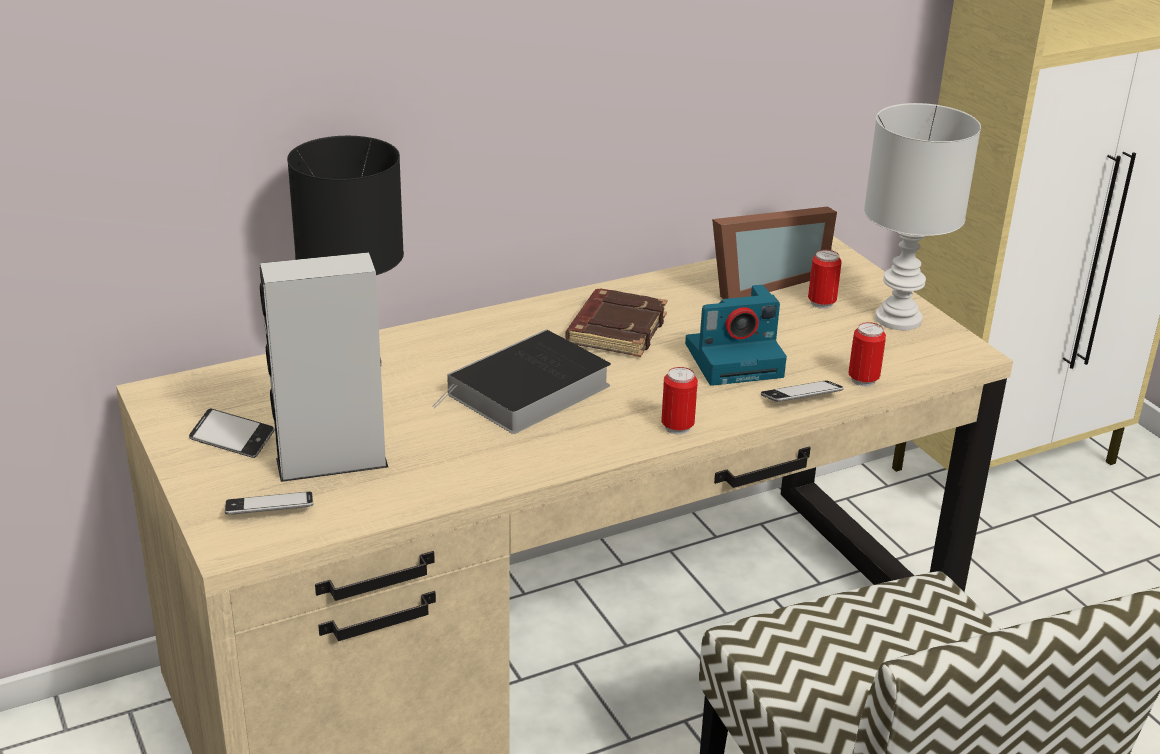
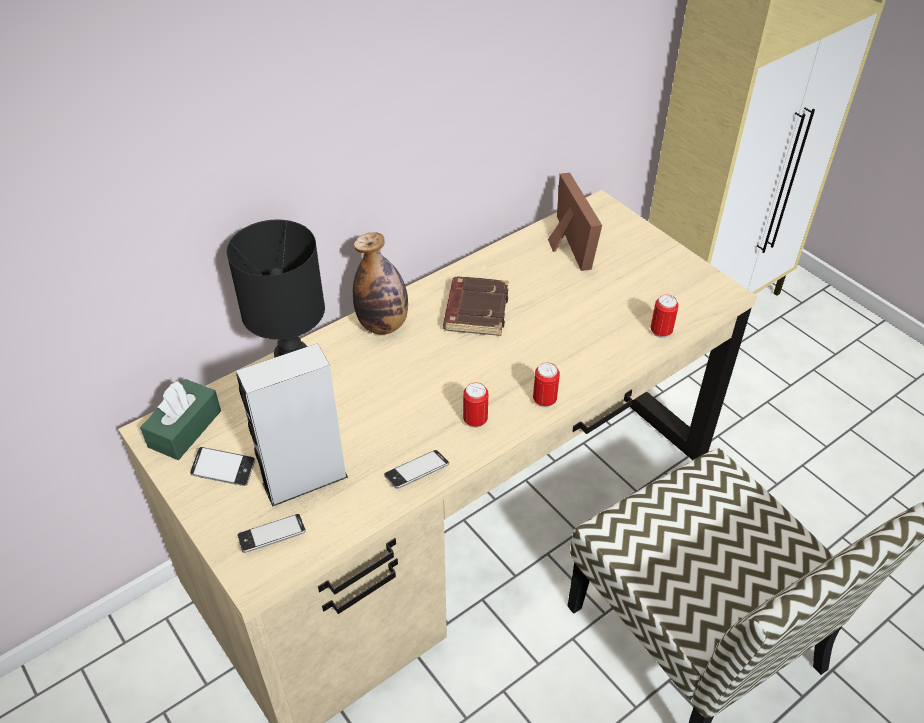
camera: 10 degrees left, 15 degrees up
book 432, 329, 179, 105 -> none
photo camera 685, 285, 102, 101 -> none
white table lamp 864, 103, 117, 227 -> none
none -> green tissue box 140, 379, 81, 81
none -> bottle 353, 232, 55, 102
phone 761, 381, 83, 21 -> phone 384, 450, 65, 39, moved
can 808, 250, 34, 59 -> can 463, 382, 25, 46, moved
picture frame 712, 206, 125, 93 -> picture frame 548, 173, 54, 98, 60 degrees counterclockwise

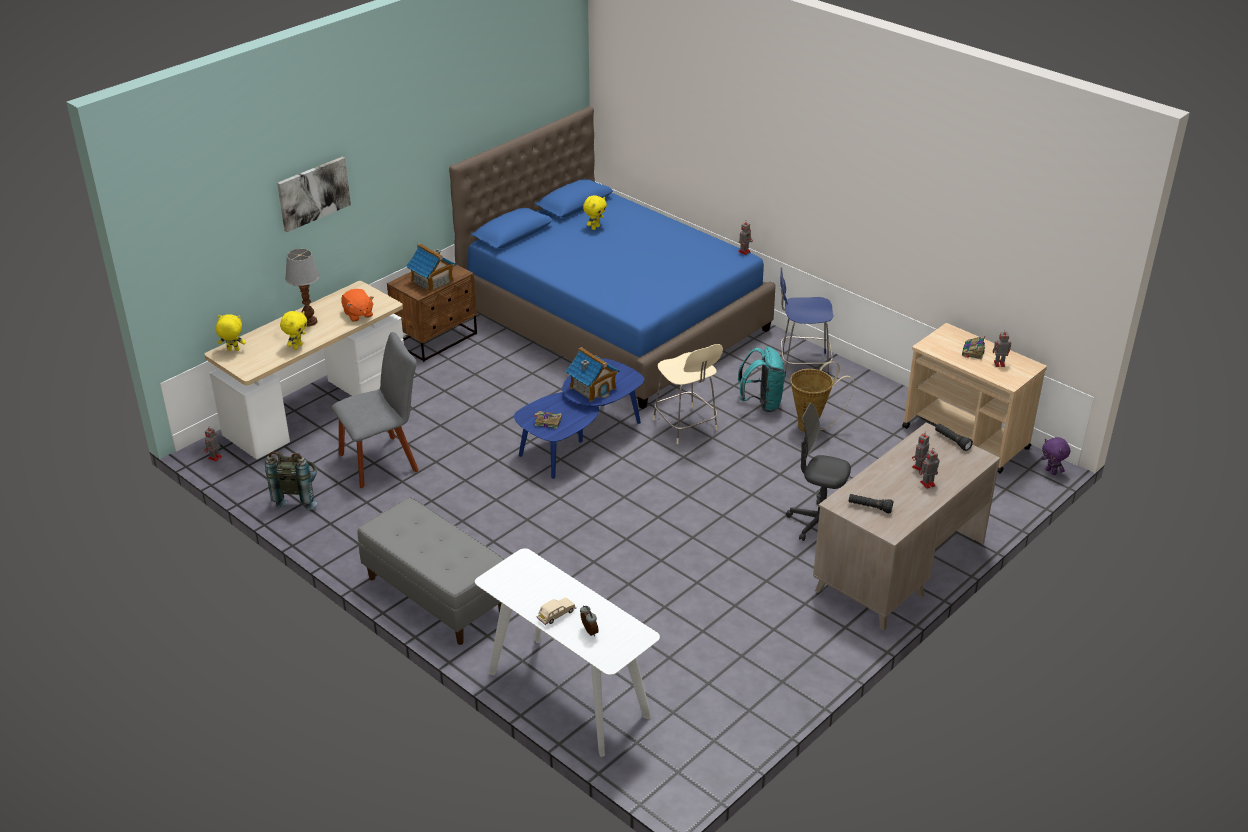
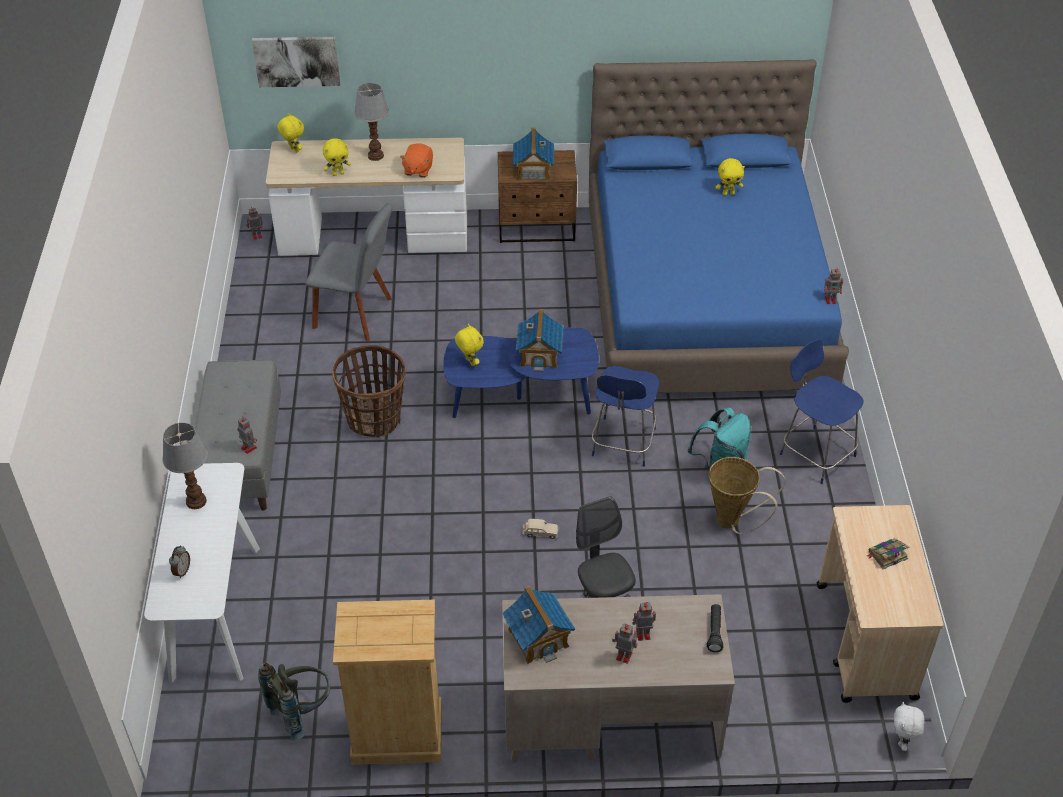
camera: 45 degrees right, 10 degrees up
none -> table lamp 162, 422, 46, 87
none -> basket 332, 345, 74, 93
none -> beige dresser 333, 600, 109, 165
grey backpack 265, 452, 52, 58 -> grey backpack 258, 663, 72, 78, moved
picture 277, 156, 74, 76 -> picture 252, 37, 88, 50, moved
beige toy car 536, 598, 40, 27 -> beige toy car 522, 519, 36, 20, moved
toy robot 993, 330, 18, 37 -> toy robot 237, 416, 20, 38, moved
book 534, 411, 28, 18 -> yellow plush toy 455, 324, 29, 42
black flashlight 849, 494, 44, 19 -> toy house 502, 586, 73, 78
beige chair 653, 344, 70, 100 -> blue chair 592, 366, 67, 100
purple plush toy 1041, 437, 29, 38 -> white plush toy 894, 701, 31, 50

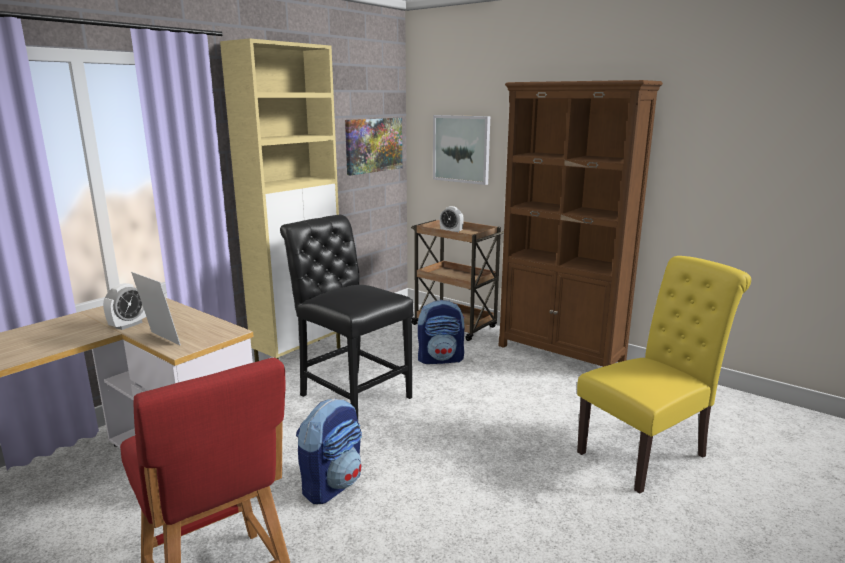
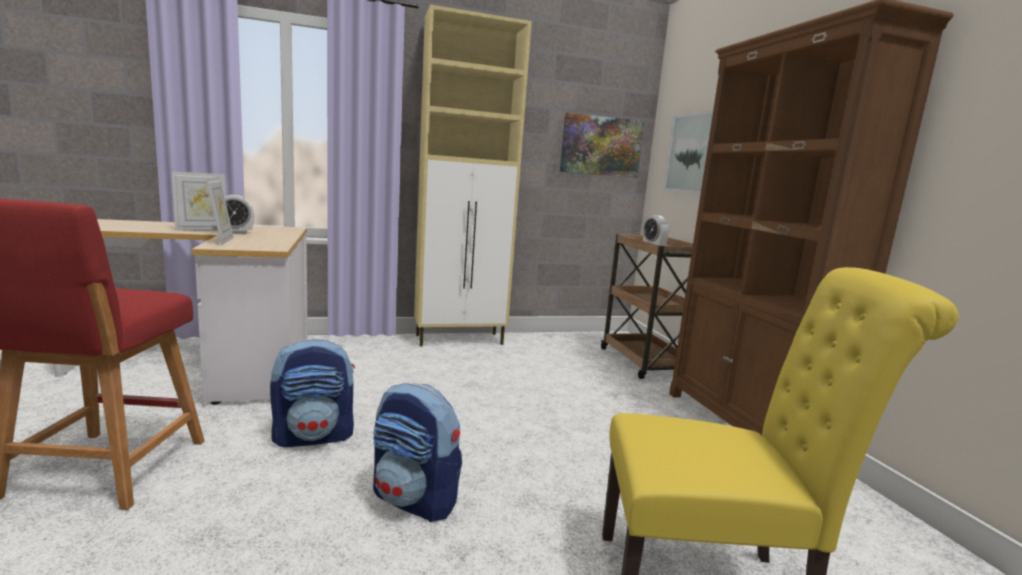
camera: 35 degrees right, 5 degrees down
black chair 280, 215, 134, 204 -> none
none -> picture frame 171, 171, 55, 59
backpack 418, 300, 47, 64 -> backpack 373, 383, 89, 139, moved

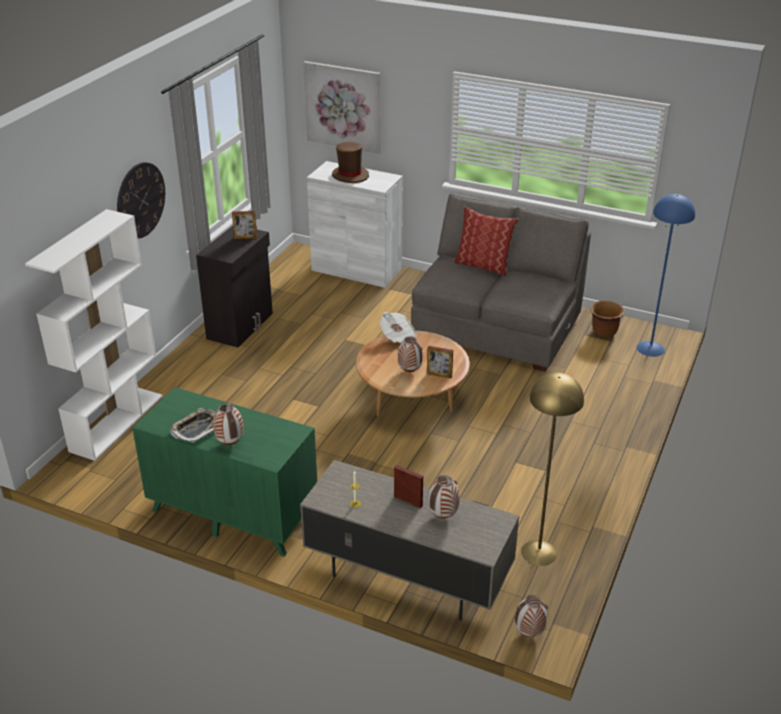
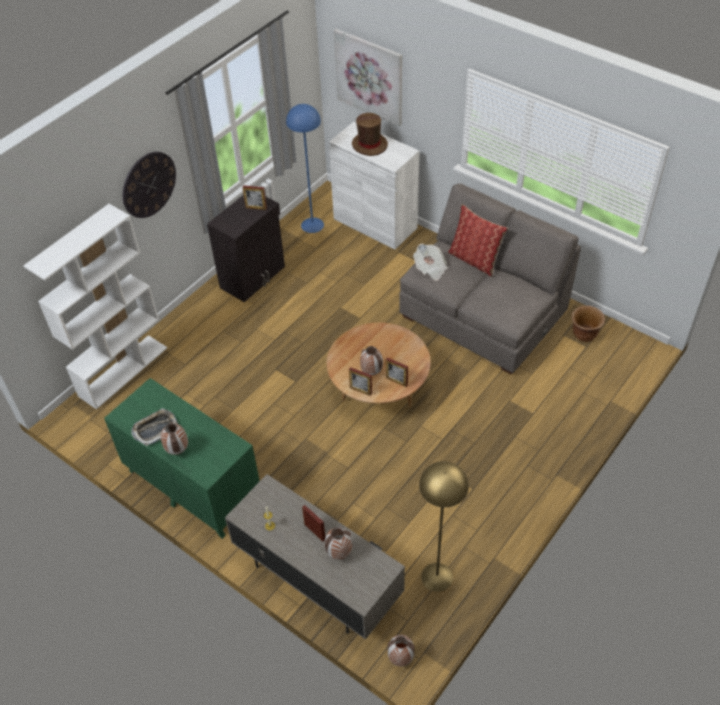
camera: 15 degrees right, 15 degrees up
none -> picture frame 349, 367, 23, 29
newspaper 379, 312, 39, 31 -> newspaper 413, 244, 35, 37, moved
blue floor lamp 637, 194, 58, 163 -> blue floor lamp 286, 104, 38, 129, moved

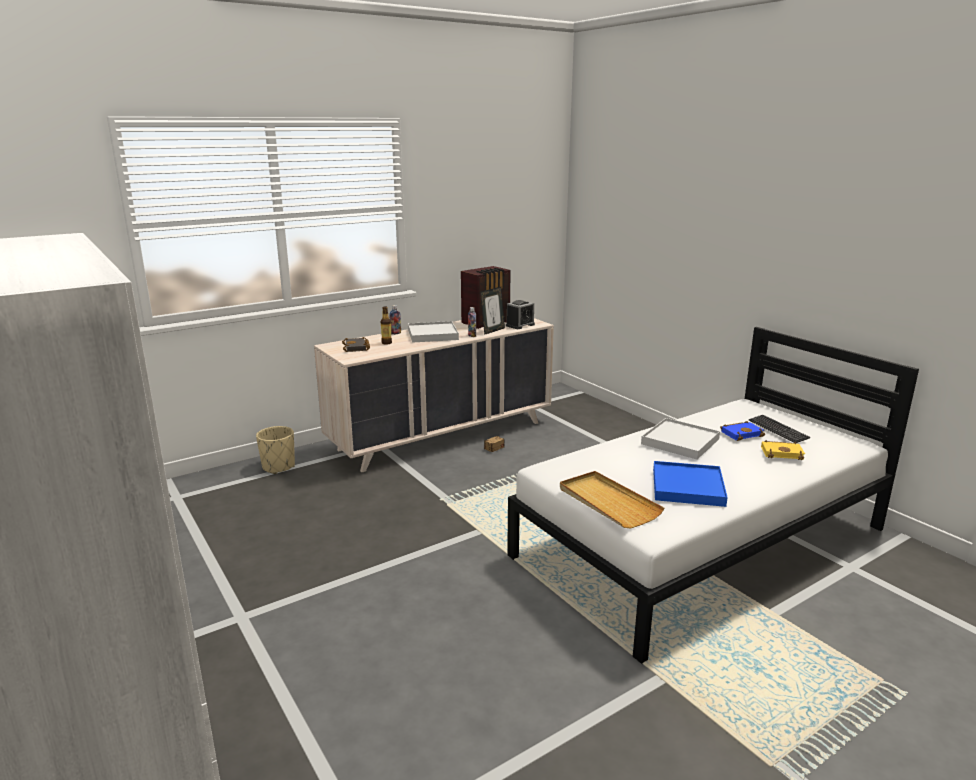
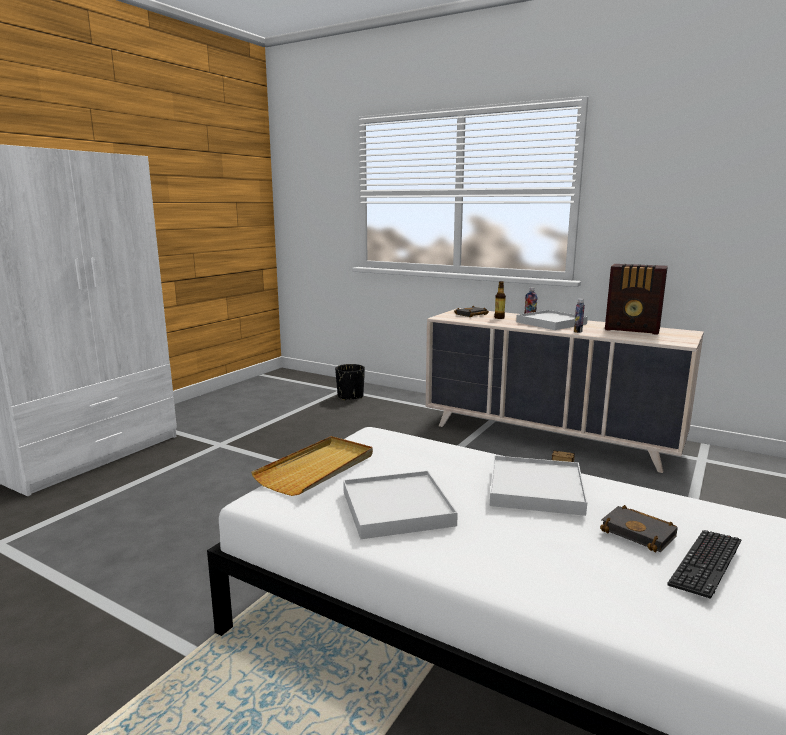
camera: 65 degrees right, 5 degrees down
beige planter 256, 426, 39, 48 -> none
picture frame 480, 287, 25, 48 -> none
alarm clock 506, 300, 29, 29 -> none
yellow book 761, 440, 44, 20 -> none
none -> black planter 335, 364, 30, 36
blue tray 653, 461, 75, 46 -> white tray 343, 471, 115, 68
blue book 720, 421, 45, 20 -> black book 600, 505, 78, 47

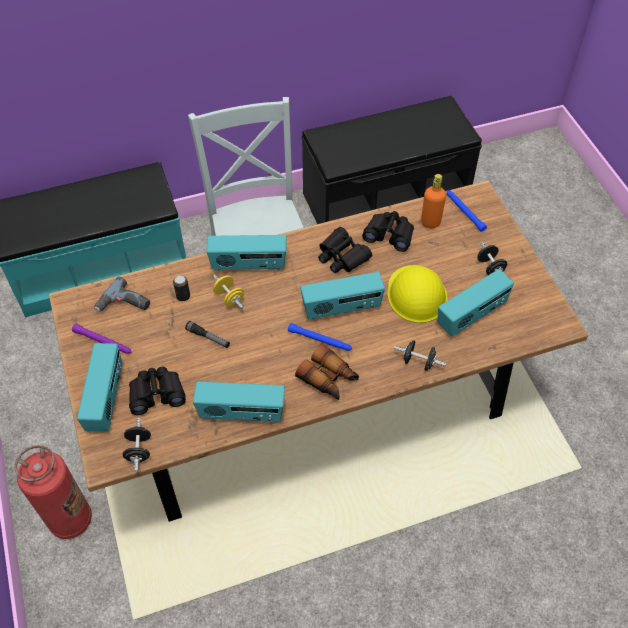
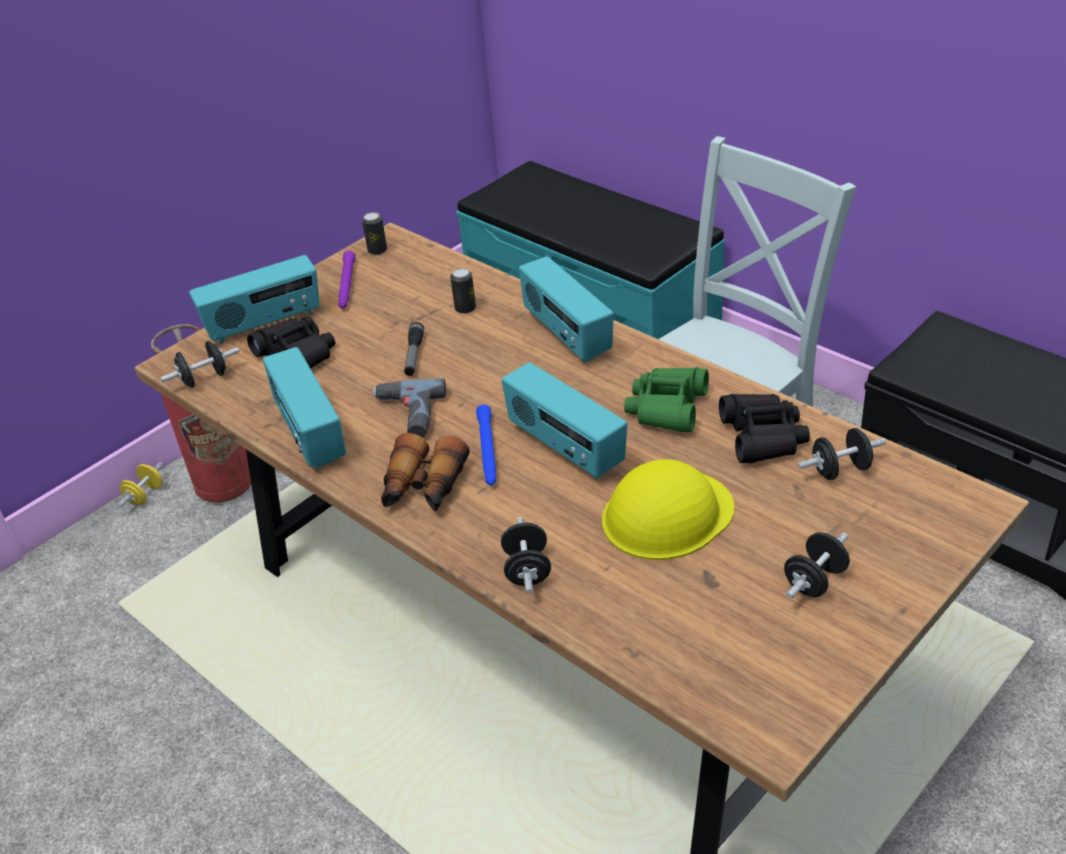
camera: 65 degrees right, 15 degrees down
radio 437, 269, 77, 68 -> none
blue flashlight 446, 190, 41, 42 -> none
none -> can 362, 212, 25, 43
power drill 95, 276, 55, 36 -> power drill 372, 378, 74, 60, moved
yellow dumbbell 213, 274, 31, 35 -> yellow dumbbell 118, 462, 45, 45, moved
orange bottle 421, 174, 25, 54 -> black dumbbell 798, 428, 88, 52
black binoculars 318, 227, 54, 46 -> green binoculars 624, 367, 85, 65

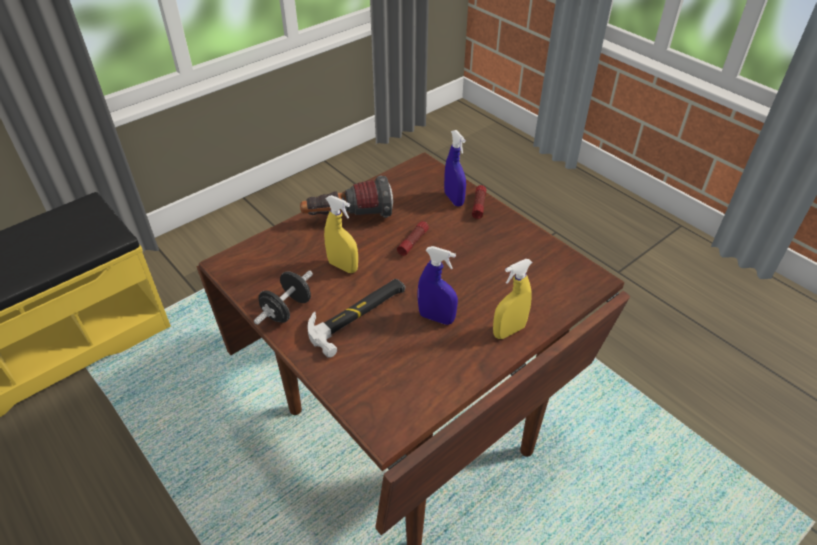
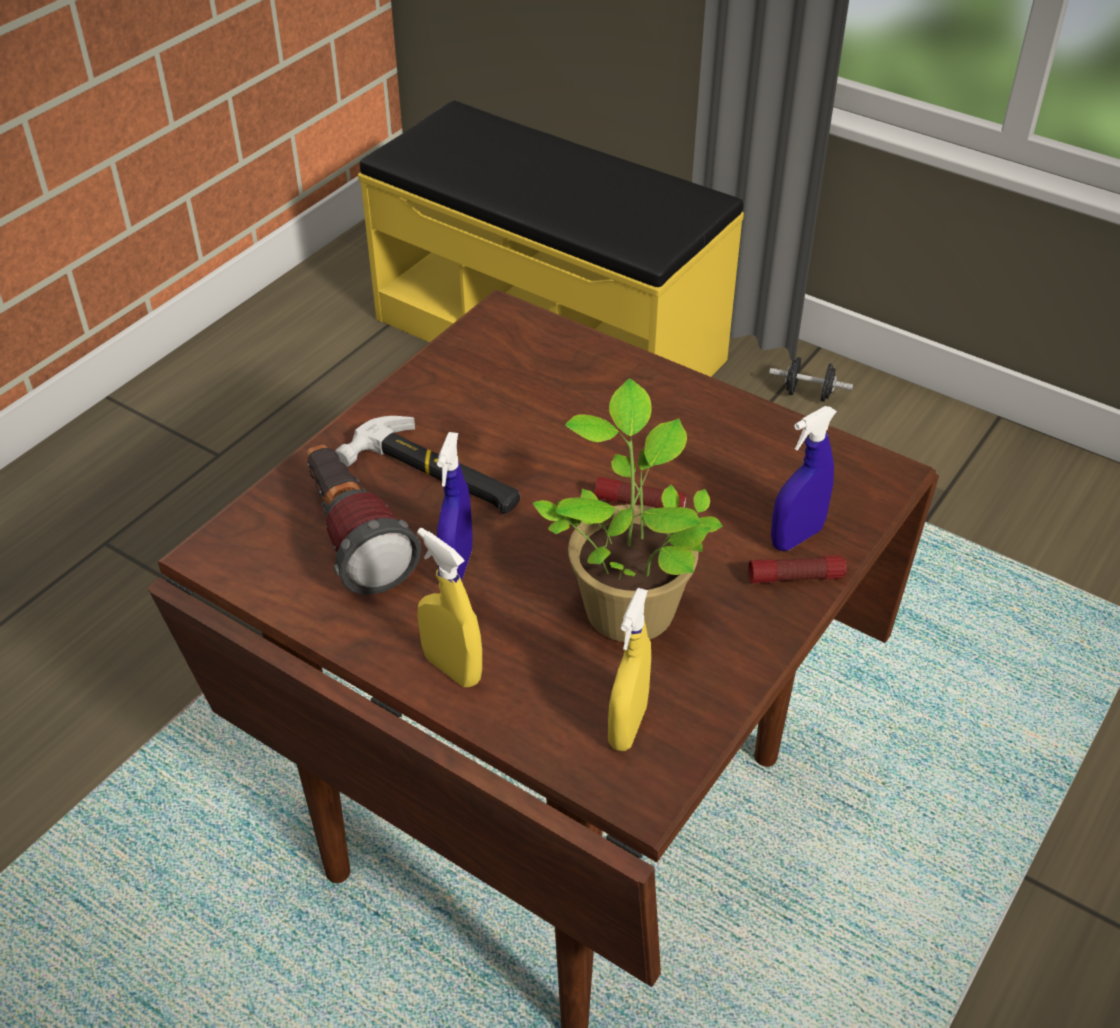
camera: 75 degrees right, 0 degrees up
none -> potted plant 533, 379, 190, 263
black dumbbell 254, 271, 59, 54 -> black dumbbell 769, 357, 84, 45, moved
flashlight 300, 176, 93, 42 -> flashlight 307, 444, 114, 150, moved
yellow spray bottle 324, 195, 34, 78 -> yellow spray bottle 608, 588, 43, 163, moved

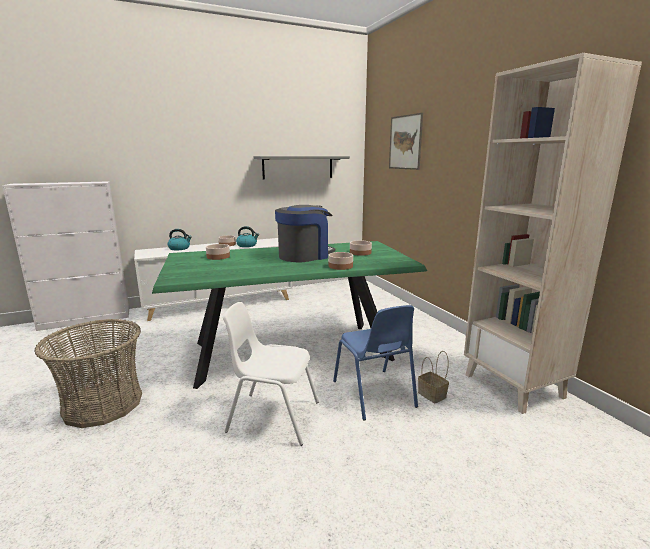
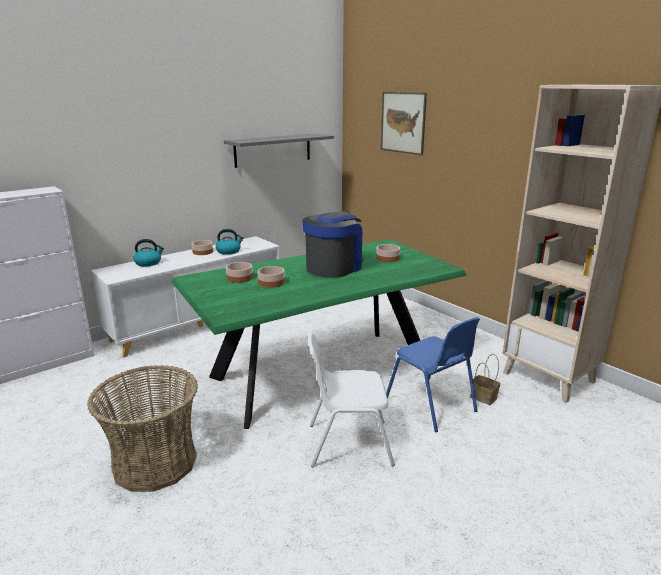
camera: 15 degrees left, 5 degrees up
bowl 328, 252, 25, 18 -> bowl 258, 266, 27, 21, moved

